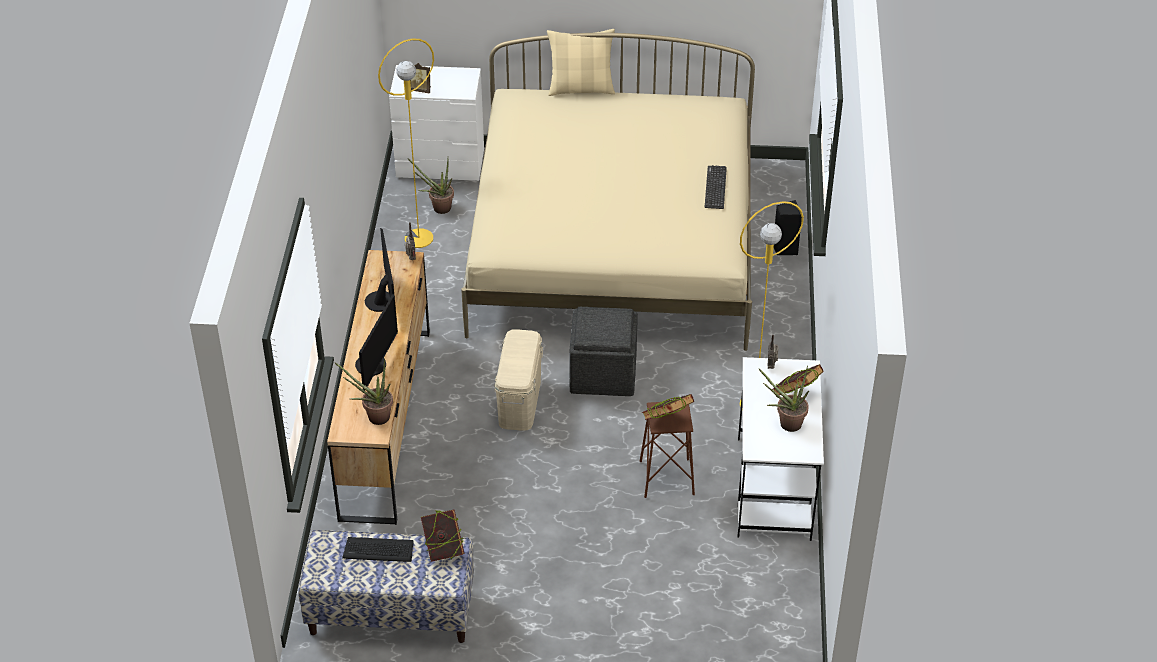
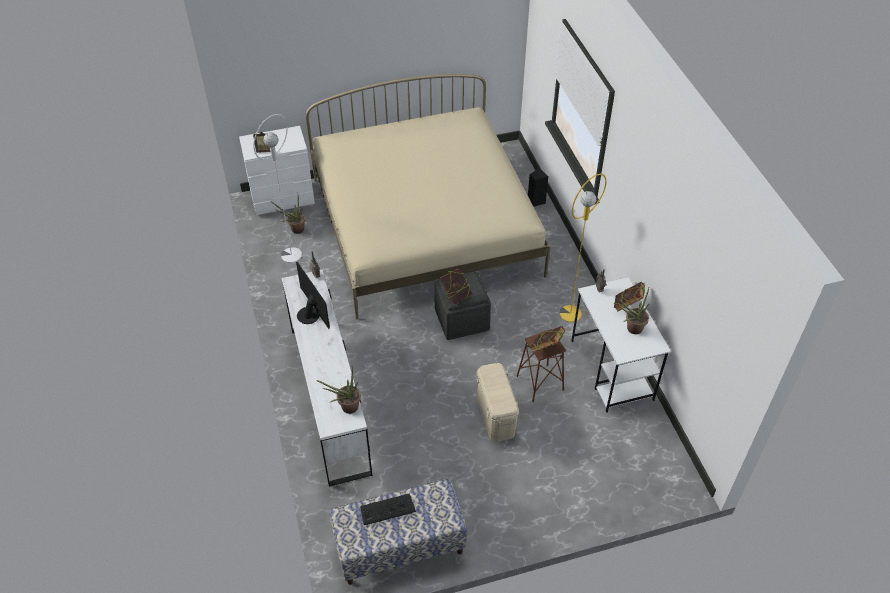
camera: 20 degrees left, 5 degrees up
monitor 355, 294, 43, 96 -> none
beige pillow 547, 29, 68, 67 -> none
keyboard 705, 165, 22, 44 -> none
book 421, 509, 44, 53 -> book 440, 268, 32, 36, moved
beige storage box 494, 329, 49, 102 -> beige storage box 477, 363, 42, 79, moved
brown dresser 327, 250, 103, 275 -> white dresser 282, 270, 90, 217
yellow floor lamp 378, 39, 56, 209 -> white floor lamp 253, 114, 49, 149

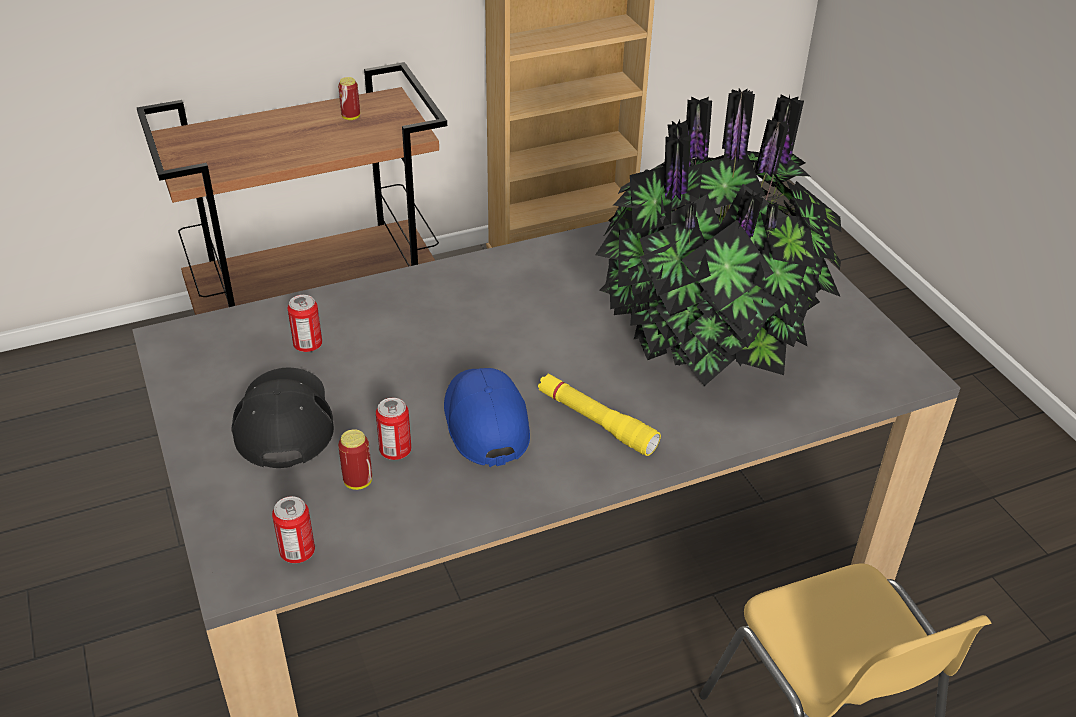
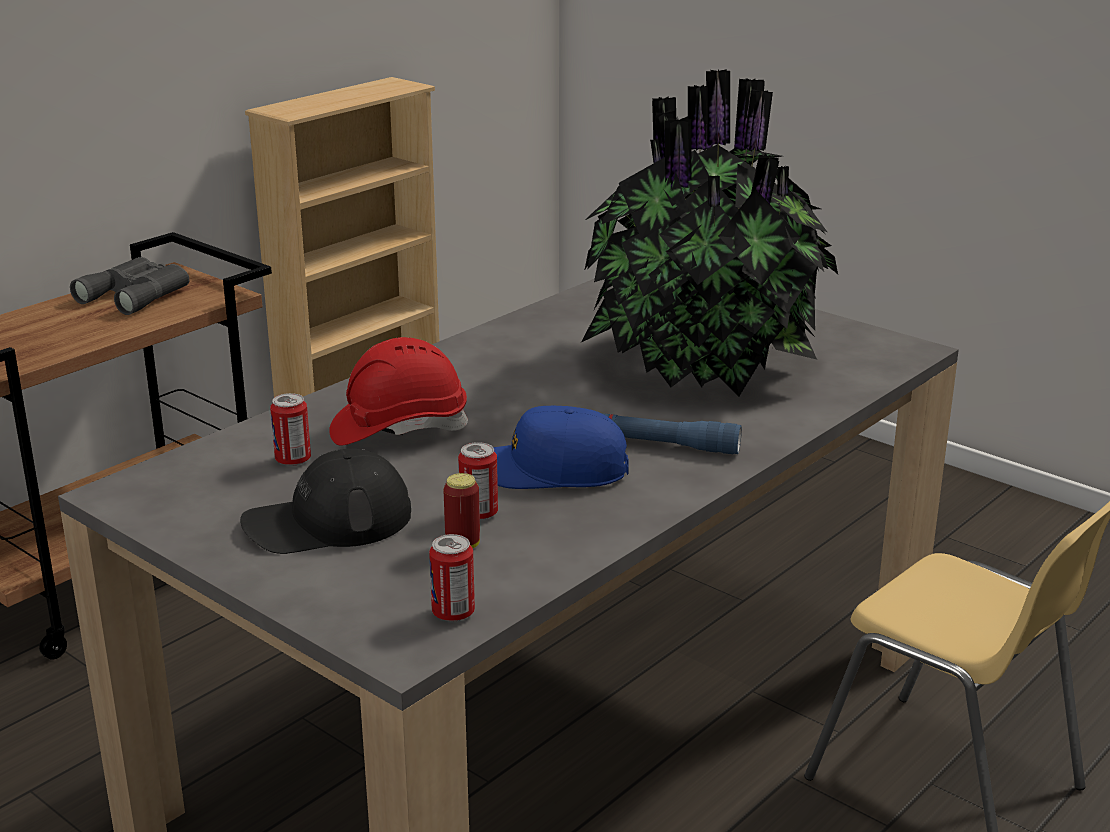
camera: 25 degrees left, 15 degrees down
none -> red hard hat 329, 337, 139, 109
can 338, 77, 22, 43 -> grey binoculars 70, 257, 119, 58
yellow flashlight 538, 374, 123, 82 -> blue flashlight 602, 413, 140, 41
black cap 232, 368, 102, 100 -> black cap 240, 449, 171, 105, 75 degrees counterclockwise
blue cap 444, 368, 86, 99 -> blue cap 493, 406, 136, 83, 45 degrees counterclockwise

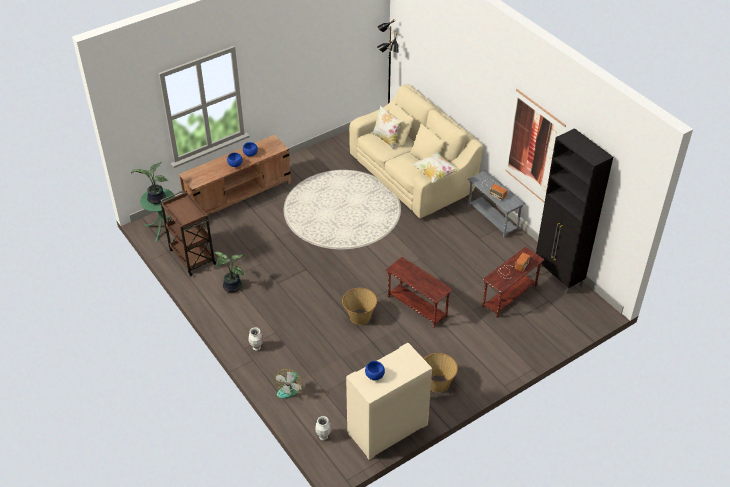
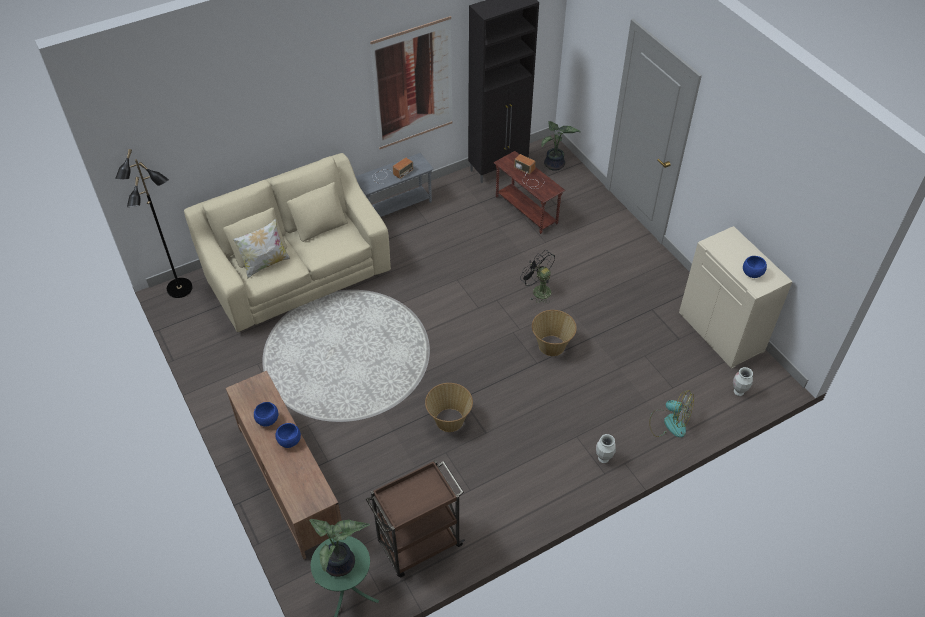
camera: 85 degrees left, 5 degrees up
pillow 412, 152, 48, 31 -> none
potted plant 213, 252, 32, 41 -> potted plant 541, 121, 40, 50, moved
basket 424, 353, 34, 40 -> basket 425, 383, 48, 49, moved
brown side table 386, 257, 67, 71 -> black fan 520, 250, 35, 53

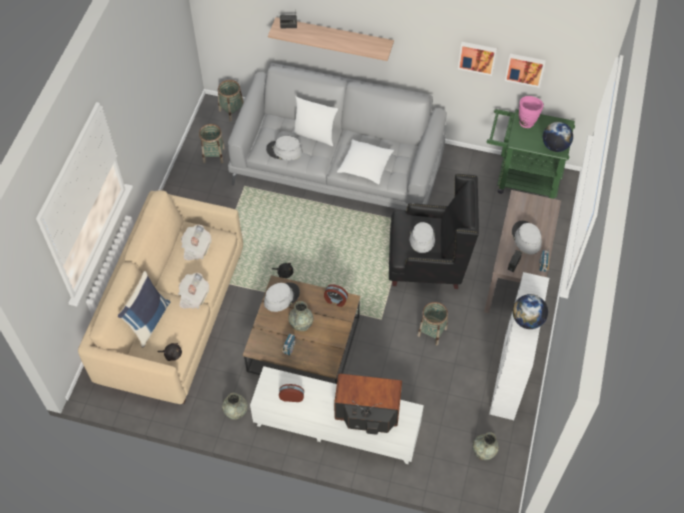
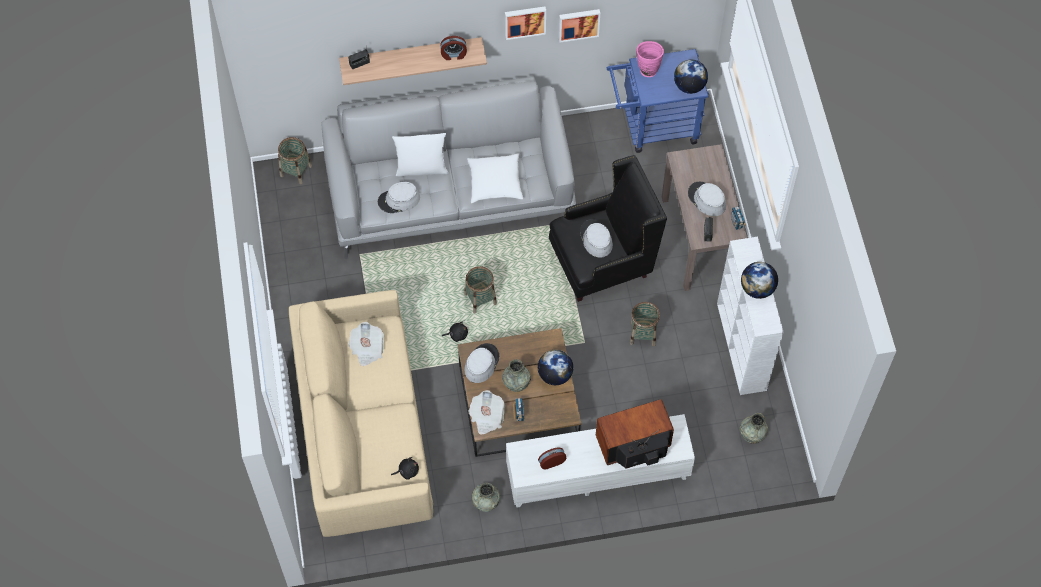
camera: 25 degrees left, 5 degrees up
blue pillow 118, 271, 52, 77 -> none
none -> globe 538, 350, 35, 35
newspaper 178, 273, 32, 36 -> newspaper 469, 390, 36, 45, moved
basket 199, 124, 26, 39 -> basket 464, 266, 33, 47, moved
alarm clock 324, 284, 24, 23 -> alarm clock 440, 36, 27, 24, moved
picture 505, 54, 41, 34 -> picture 505, 6, 41, 34, moved
green cart 487, 109, 88, 90 -> blue cart 607, 49, 102, 104

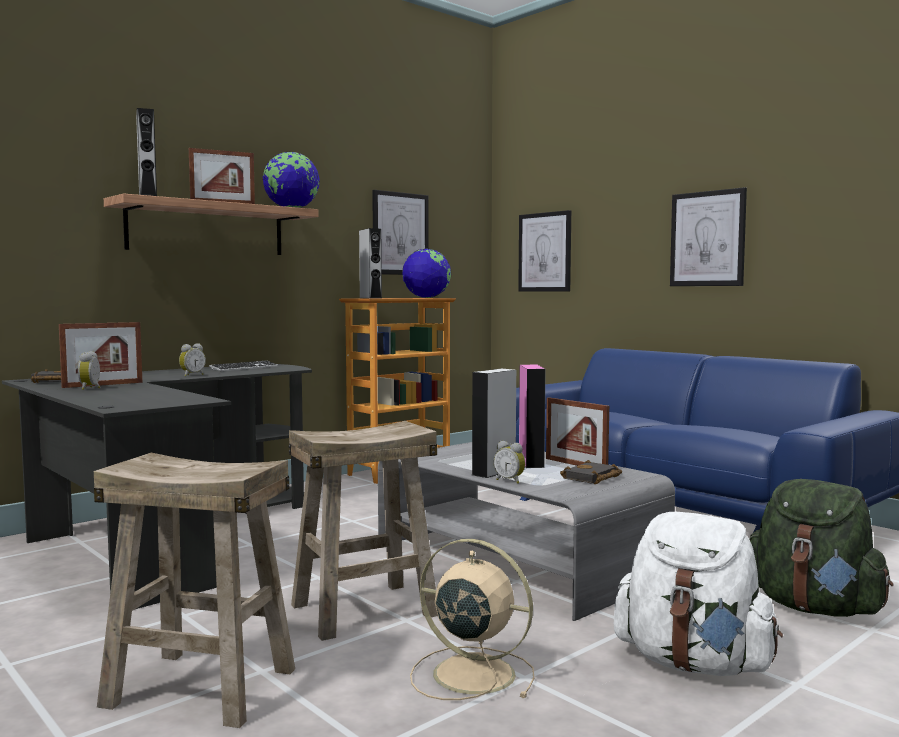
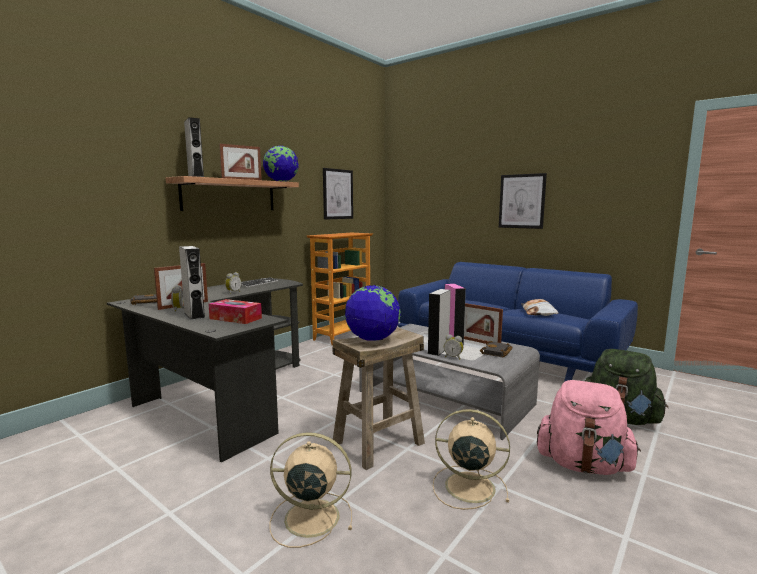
camera: 10 degrees left, 5 degrees up
picture 518, 210, 53, 82 -> none
none -> tissue box 209, 299, 53, 25
none -> pillow 521, 299, 37, 17
grey speaker 359, 228, 23, 71 -> grey speaker 179, 246, 26, 74, moved
globe 402, 248, 49, 50 -> globe 345, 285, 55, 56, moved
beige stool 94, 453, 201, 275 -> beige fan 270, 432, 82, 116
white backpack 614, 512, 169, 164 -> pink backpack 537, 380, 104, 95

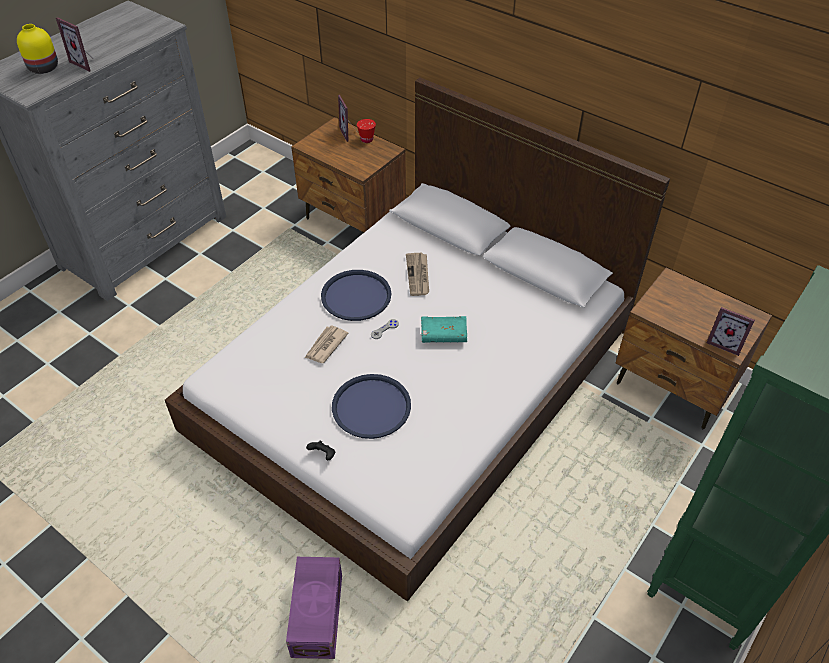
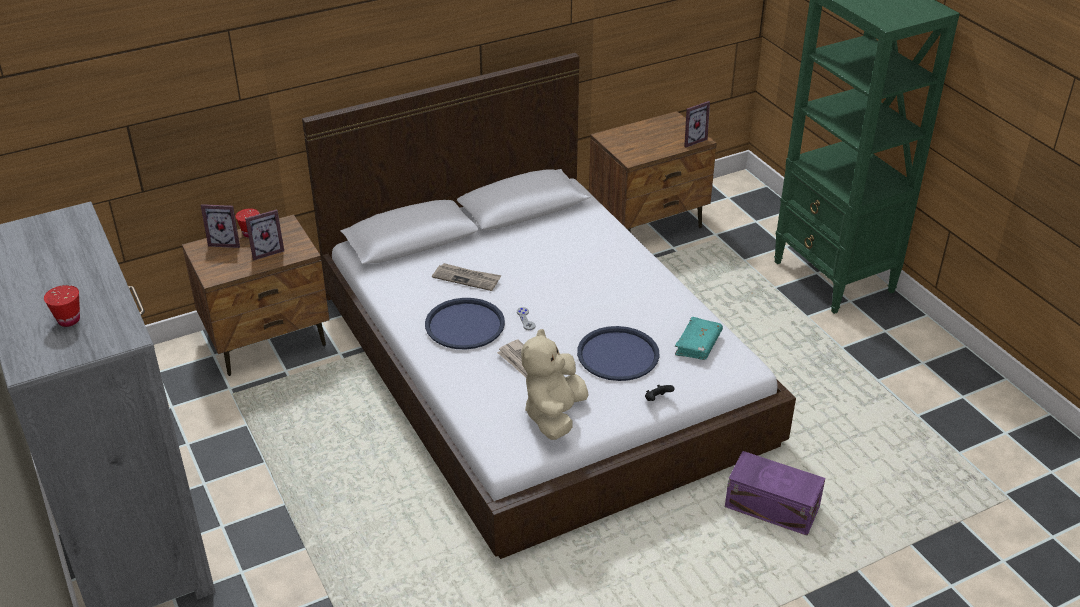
camera: 65 degrees left, 10 degrees down
none -> beige plush toy 521, 329, 68, 111
picture frame 56, 17, 39, 55 -> picture frame 245, 209, 39, 51, moved
turquoise book 421, 316, 46, 27 -> turquoise book 675, 317, 48, 43, moved
yellow vase 17, 24, 41, 50 -> red cup 44, 285, 36, 42

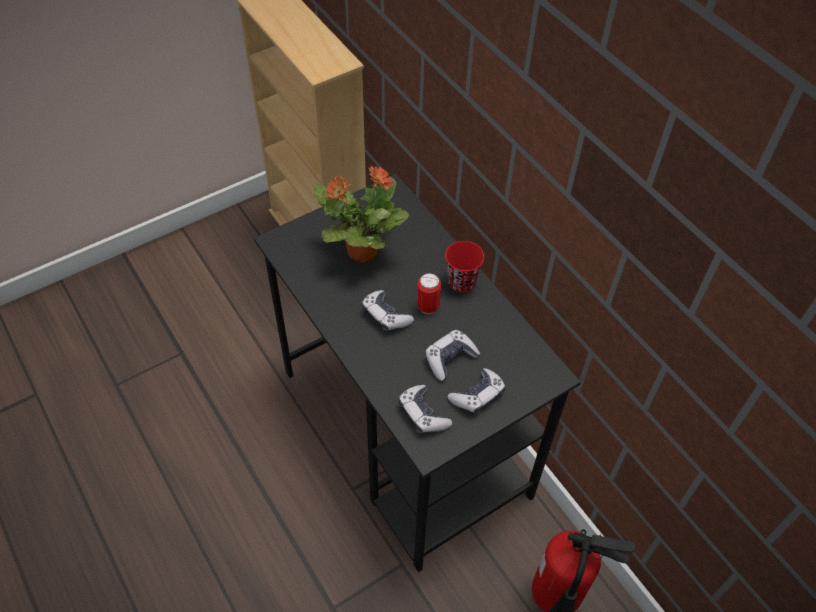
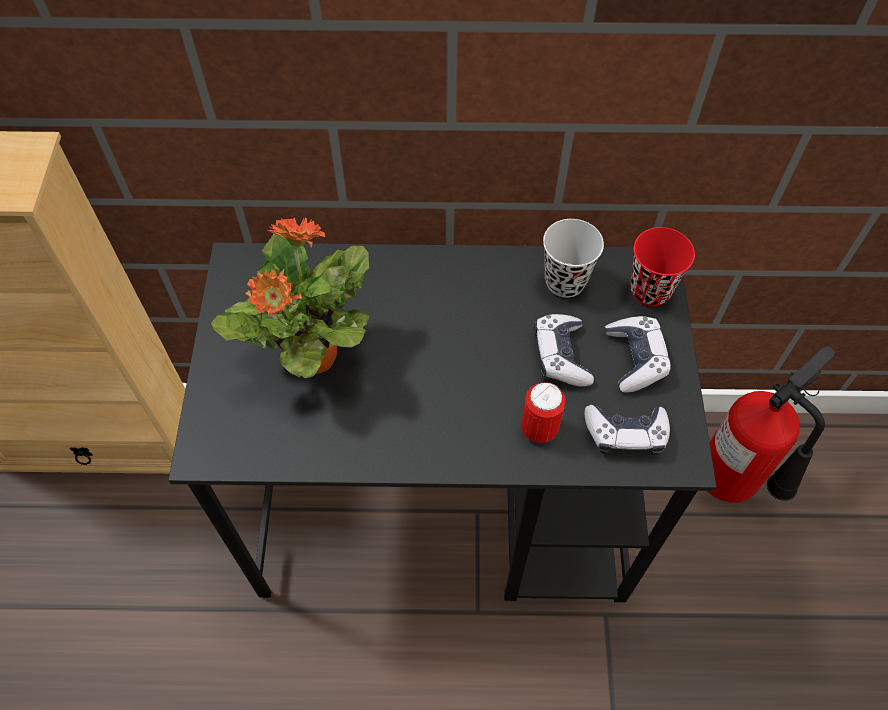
camera: 55 degrees left, 5 degrees up
game controller 361, 290, 53, 42 -> none
none -> black cup 543, 219, 61, 79
can 417, 273, 24, 41 -> can 521, 382, 44, 61, moved
red cup 445, 241, 39, 52 -> red cup 630, 227, 65, 79, moved

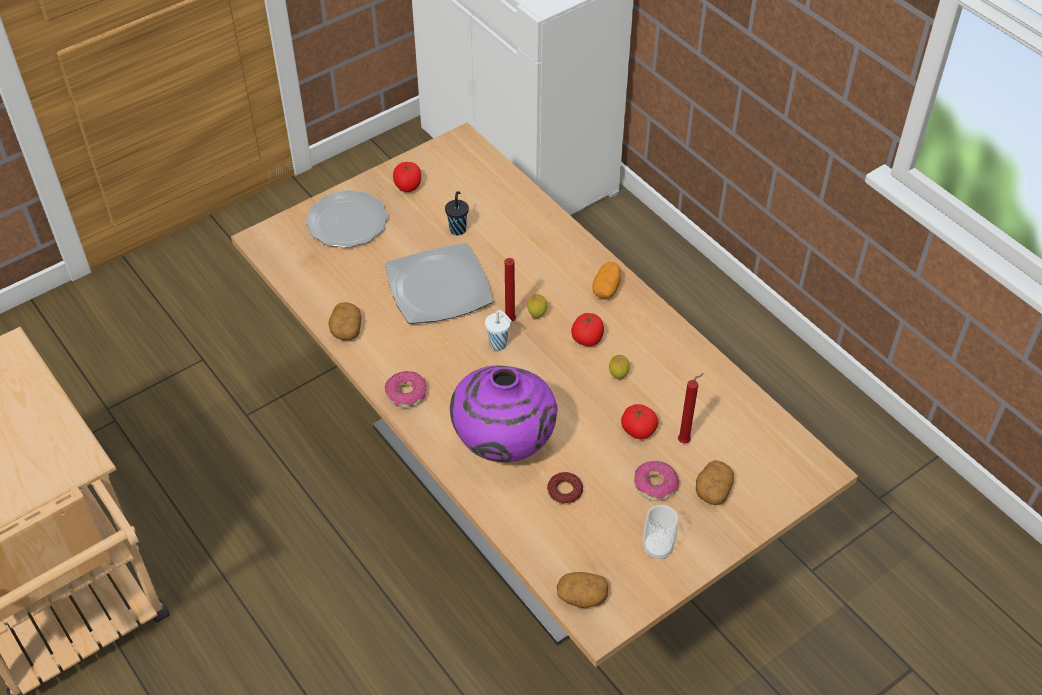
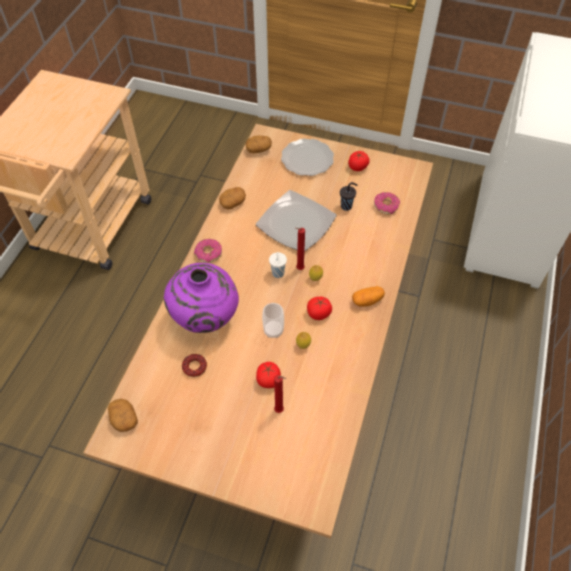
camera: 55 degrees right, 5 degrees up
donut 634, 461, 45, 40 -> donut 374, 192, 26, 23, moved
cup 643, 505, 35, 54 -> cup 262, 303, 22, 35, moved
potato 696, 460, 38, 45 -> potato 246, 135, 26, 18, moved

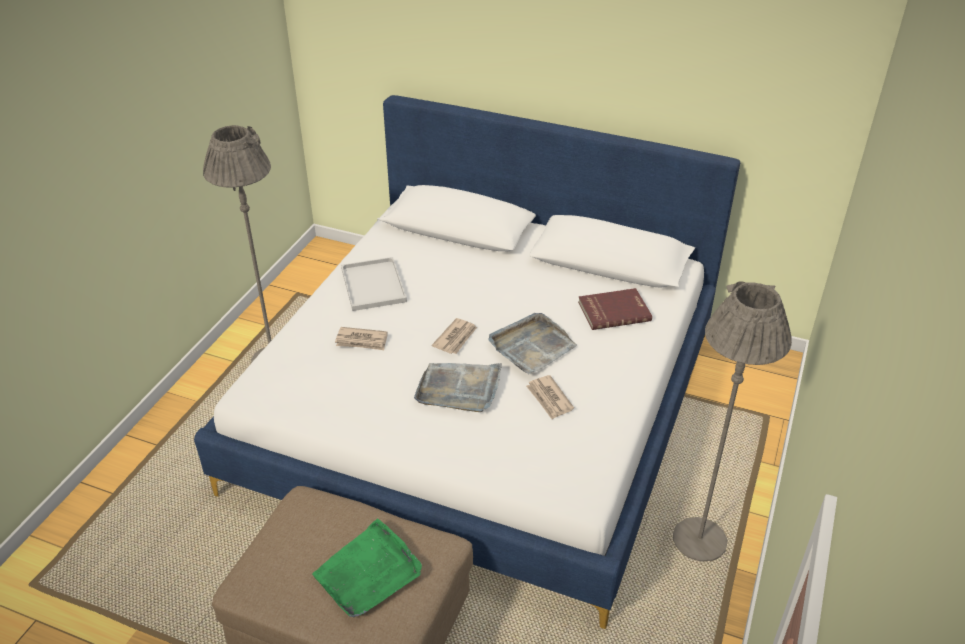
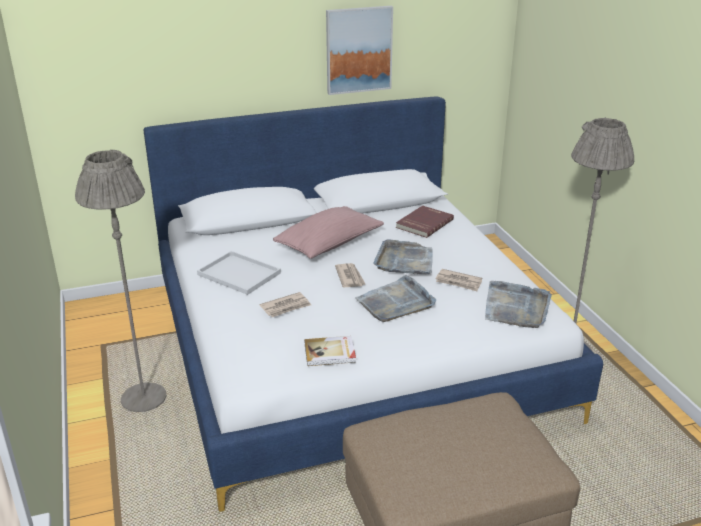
camera: 40 degrees left, 10 degrees down
green tray 312, 519, 110, 99 -> none
none -> pink pillow 273, 206, 111, 53
none -> book 304, 336, 52, 30
none -> picture 326, 6, 67, 89
none -> grey tray 485, 281, 67, 47

